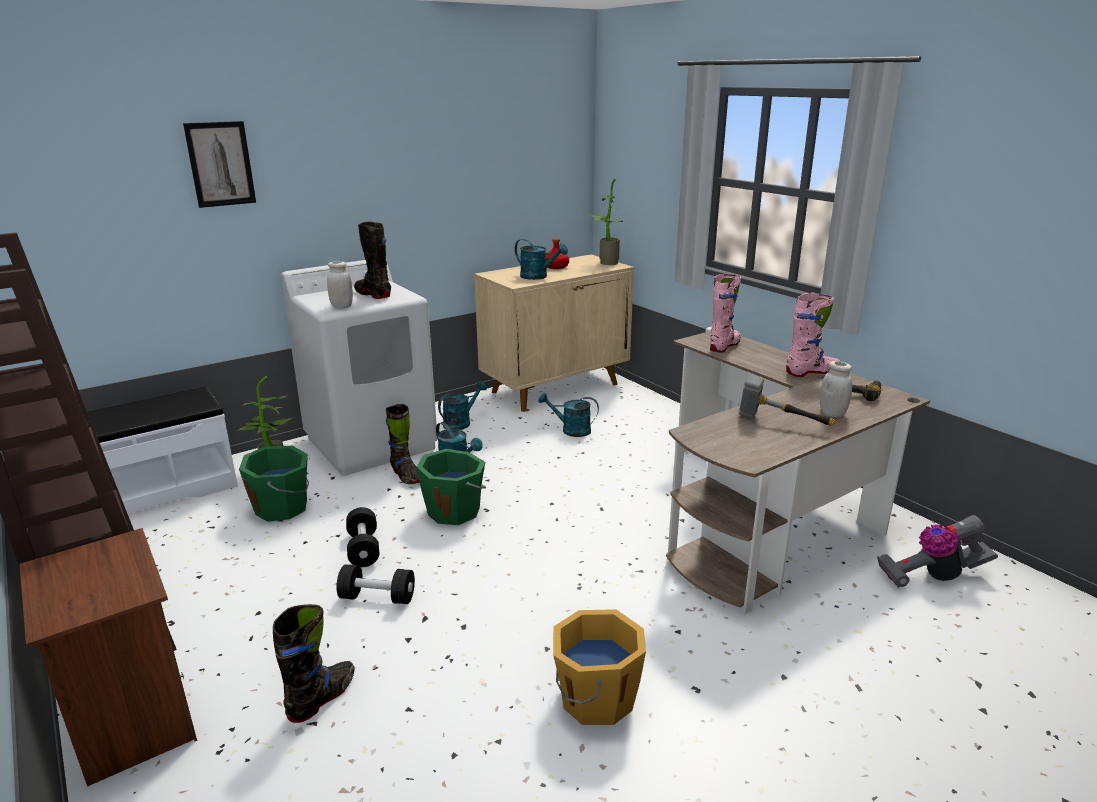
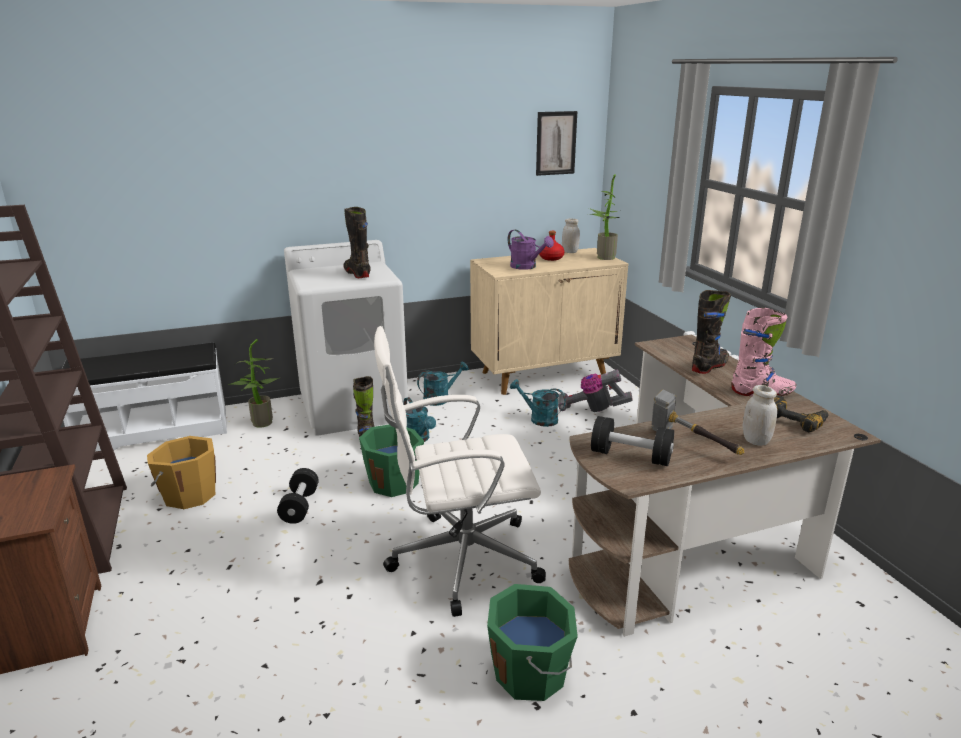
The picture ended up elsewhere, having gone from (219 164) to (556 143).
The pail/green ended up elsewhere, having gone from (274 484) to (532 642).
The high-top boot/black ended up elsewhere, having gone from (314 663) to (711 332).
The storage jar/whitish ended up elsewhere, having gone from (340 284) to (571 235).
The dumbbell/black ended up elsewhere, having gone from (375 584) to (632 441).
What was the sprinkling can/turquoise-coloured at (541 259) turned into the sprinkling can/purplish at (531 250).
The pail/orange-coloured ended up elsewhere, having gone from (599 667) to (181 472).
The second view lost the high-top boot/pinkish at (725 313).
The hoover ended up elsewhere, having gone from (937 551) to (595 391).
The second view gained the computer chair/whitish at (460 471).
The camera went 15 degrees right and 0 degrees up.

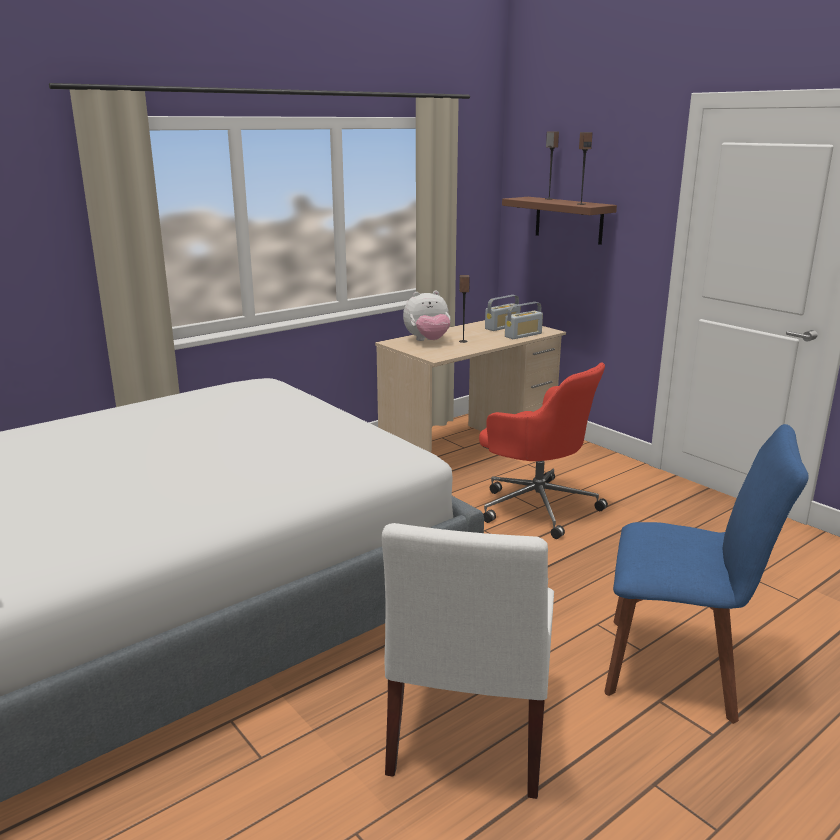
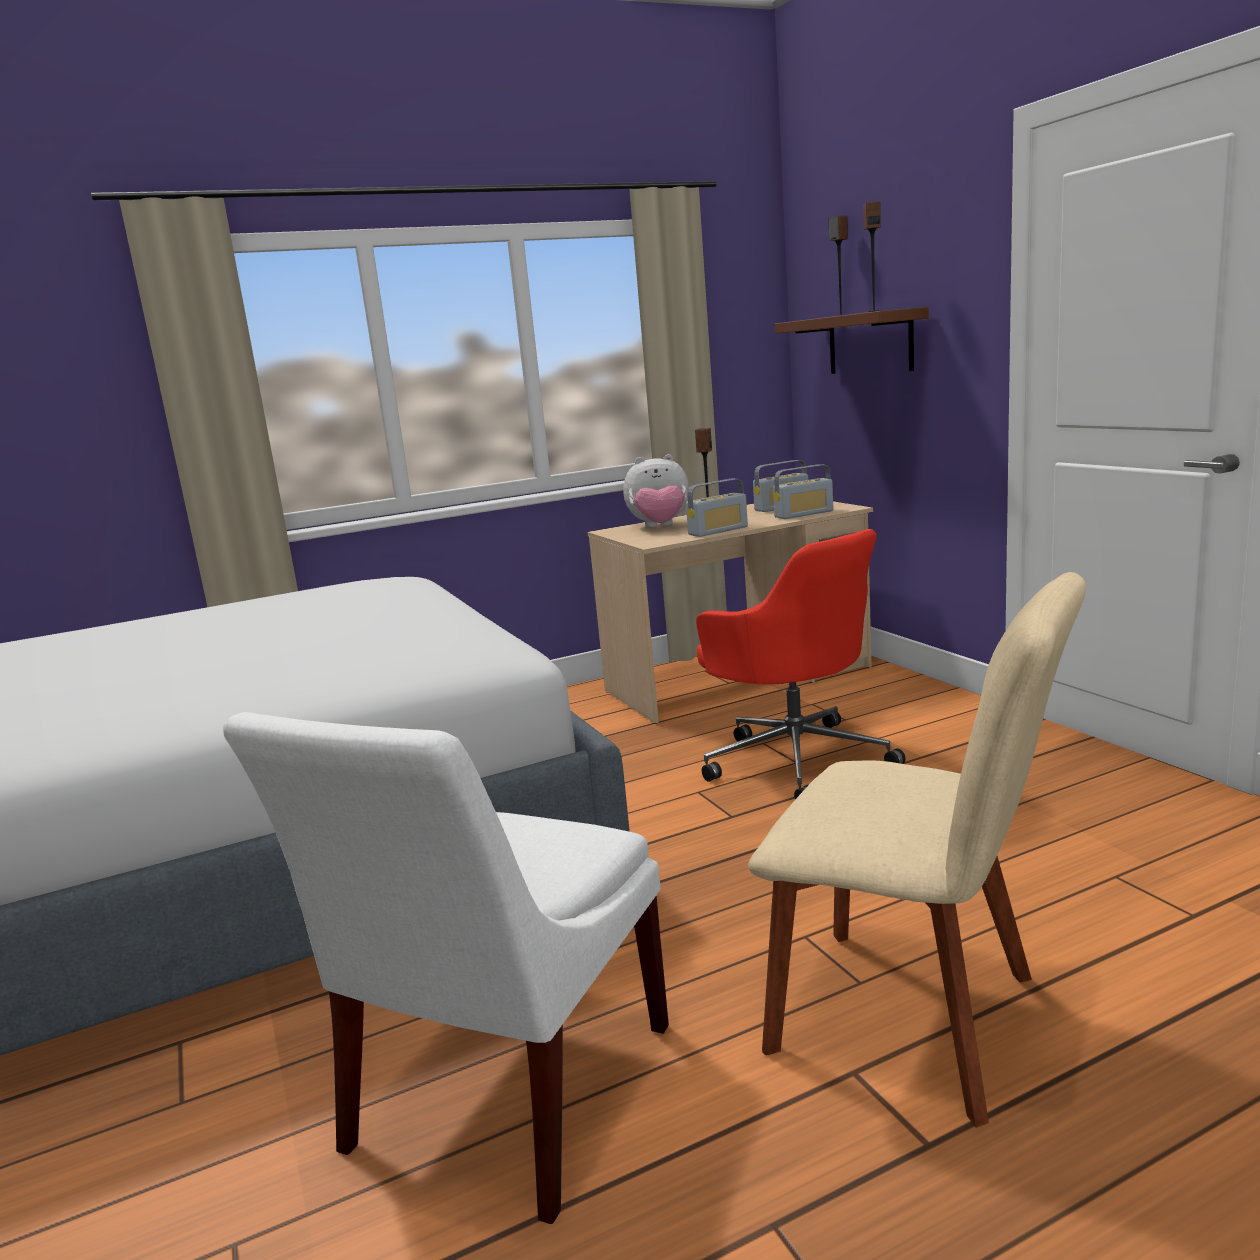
What was the chair/blue-coloured at (706 574) turned into the chair/beige-coloured at (917 850).
The second view gained the radio set at (717 508).
The camera went 15 degrees right and 5 degrees down.

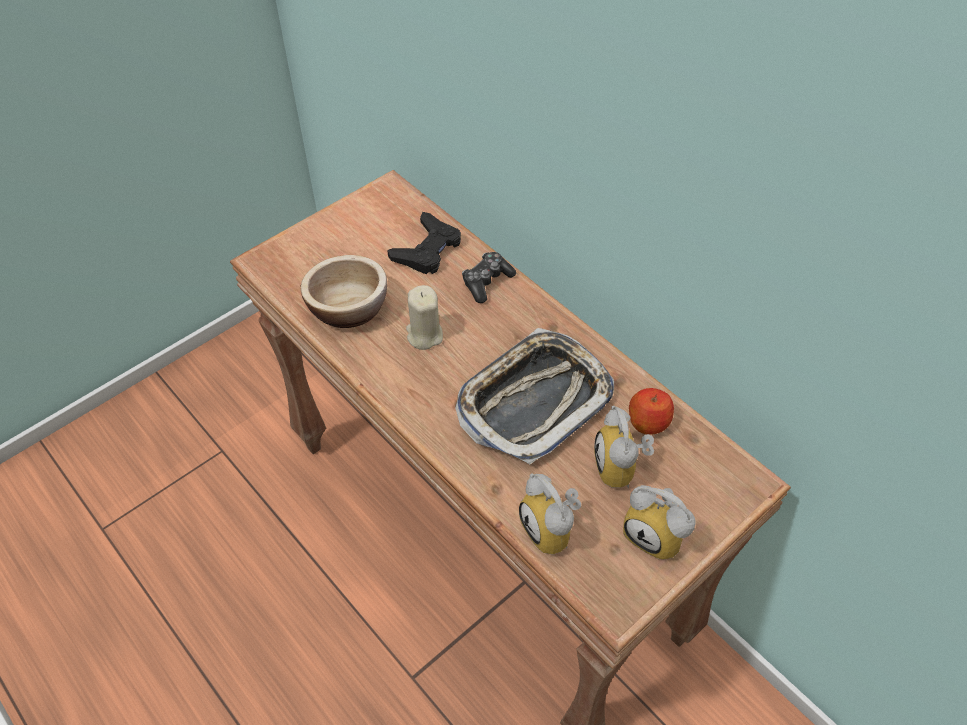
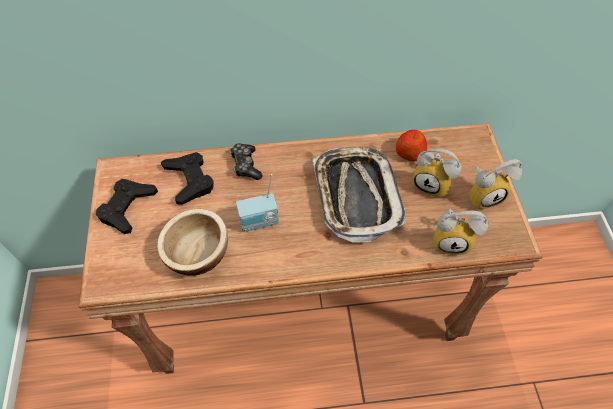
Where the wax candle/beige-coloured stood at (424 317), the radio set came to stand at (257 203).
The second view gained the gamepad/black at (127 206).
The camera went 55 degrees left and 5 degrees up.

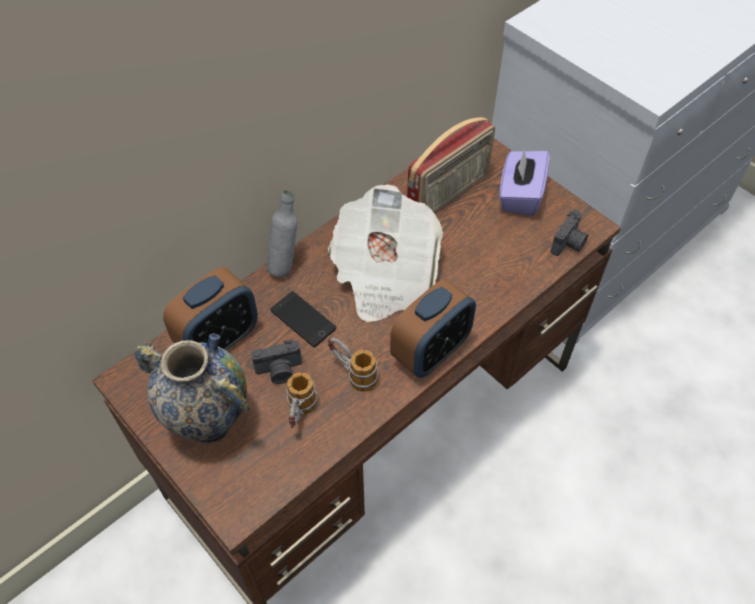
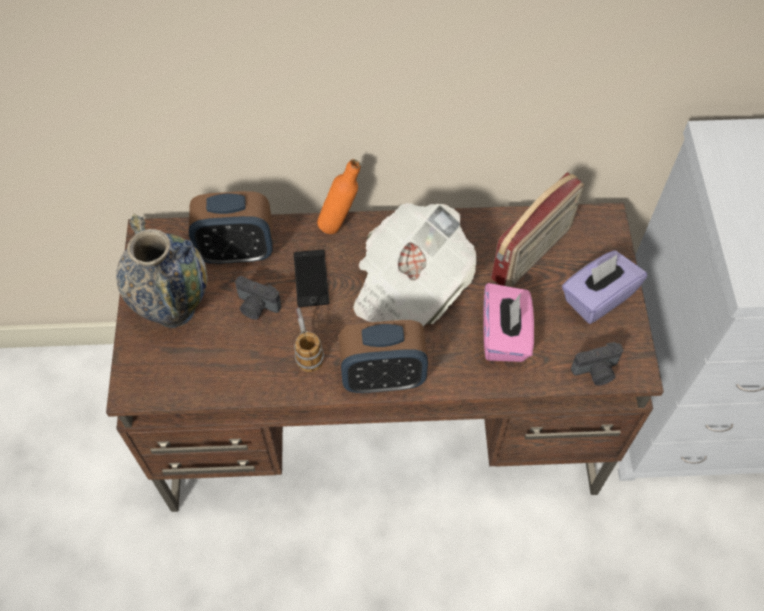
What was the bottle/greyish at (282 234) turned into the bottle/orange-coloured at (338 196).
The second view lost the mug at (301 400).
The radio set at (451 164) ended up facing another way, 45 degrees counterclockwise from before.
The second view gained the tissue box/pinkish at (508 322).
The camera went 40 degrees right and 5 degrees up.

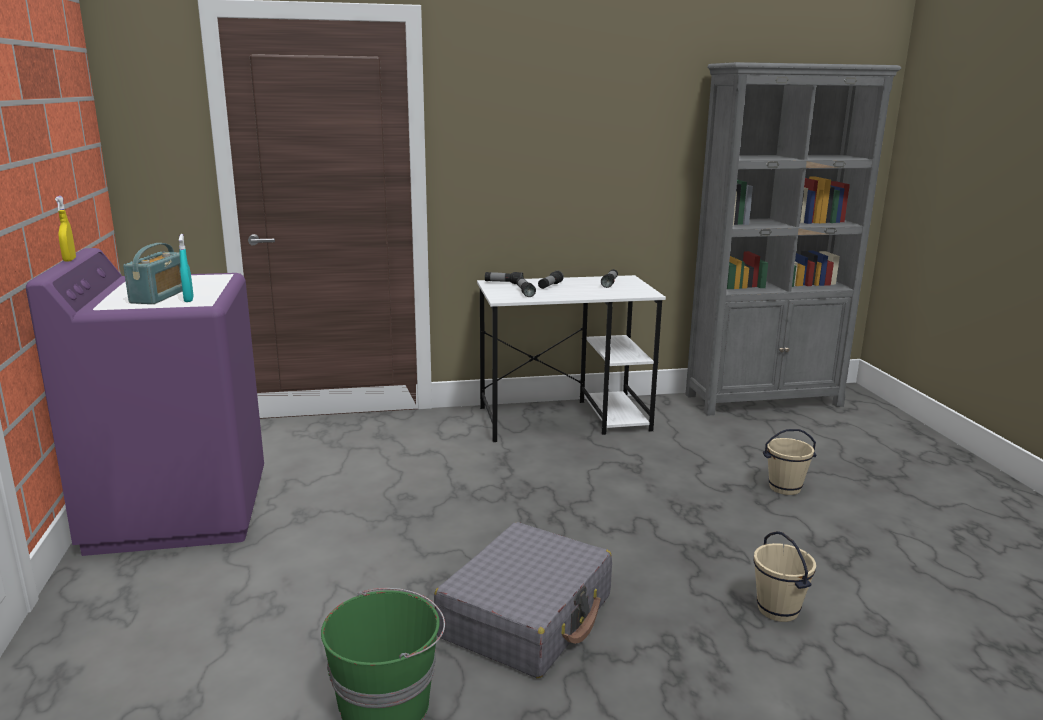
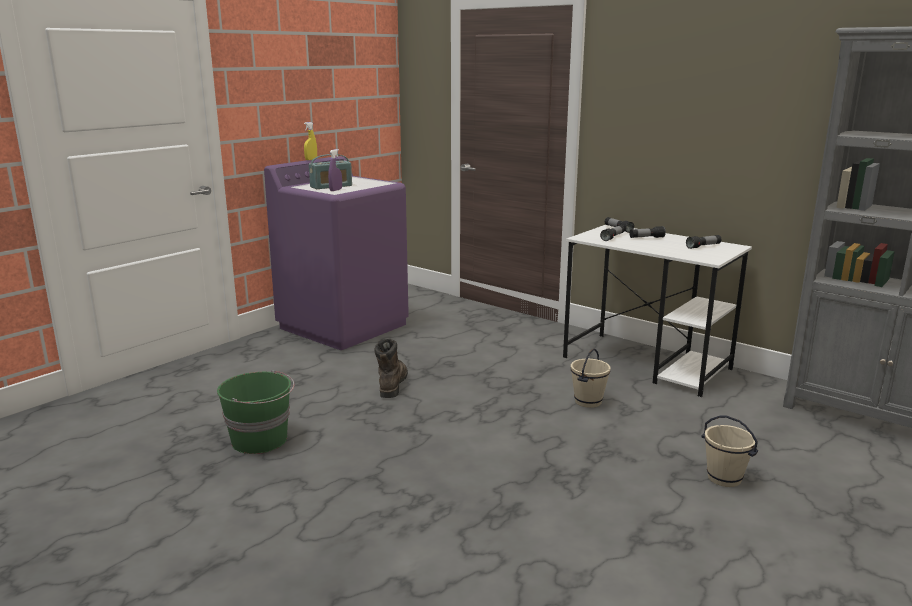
What was the sprayer/turquoise-coloured at (186 268) turned into the sprayer/purplish at (335 170).
The second view lost the travel case/greyish at (523 600).
The pail/beige-coloured ended up elsewhere, having gone from (785 576) to (591 378).
The second view gained the high-top boot/brown at (391 368).
The camera went 50 degrees right and 0 degrees up.

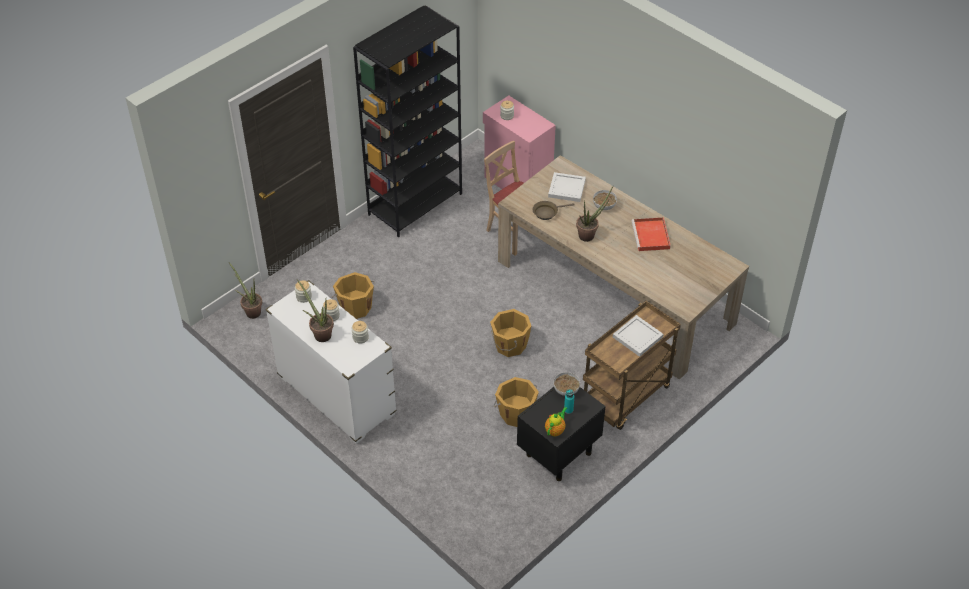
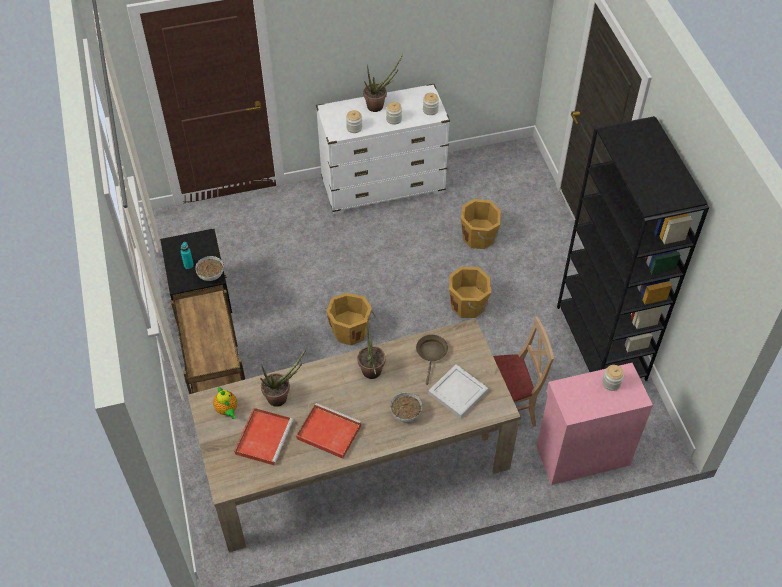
The potted plant ended up elsewhere, having gone from (245 291) to (283 378).
The pail/orange-coloured ended up elsewhere, having gone from (516 402) to (470 292).
The tea pot ended up elsewhere, having gone from (556 422) to (225 402).
The second view lost the tray/whitish at (638 336).
The second view gained the tray/red at (263 437).
The camera went 120 degrees right and 5 degrees up.

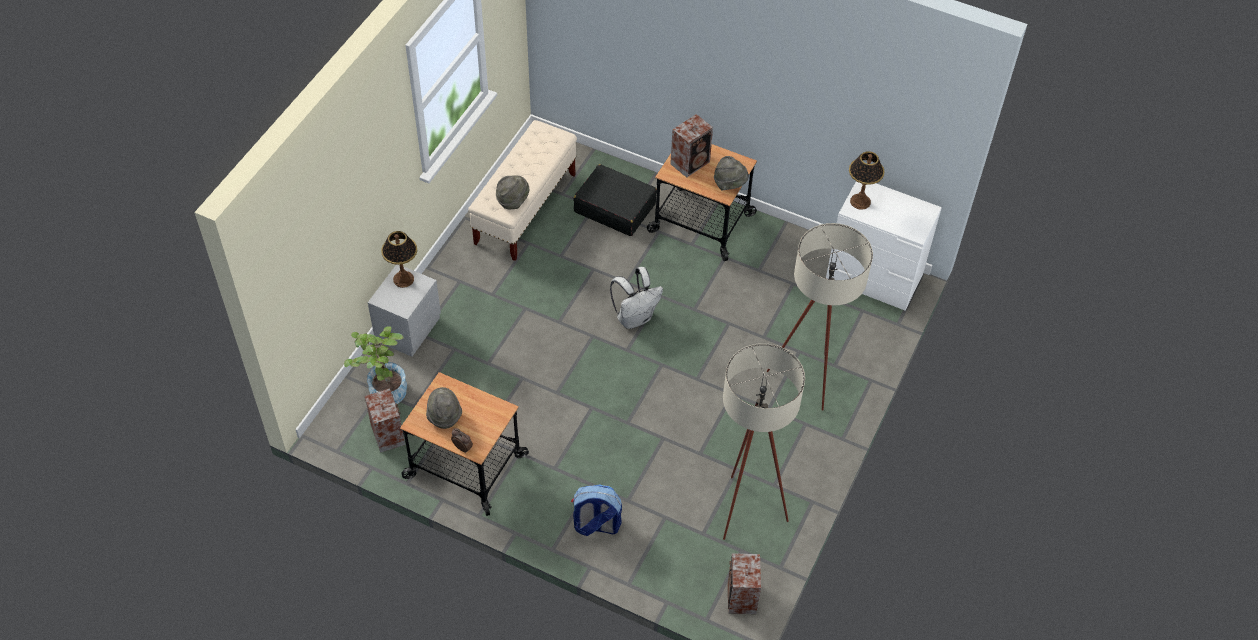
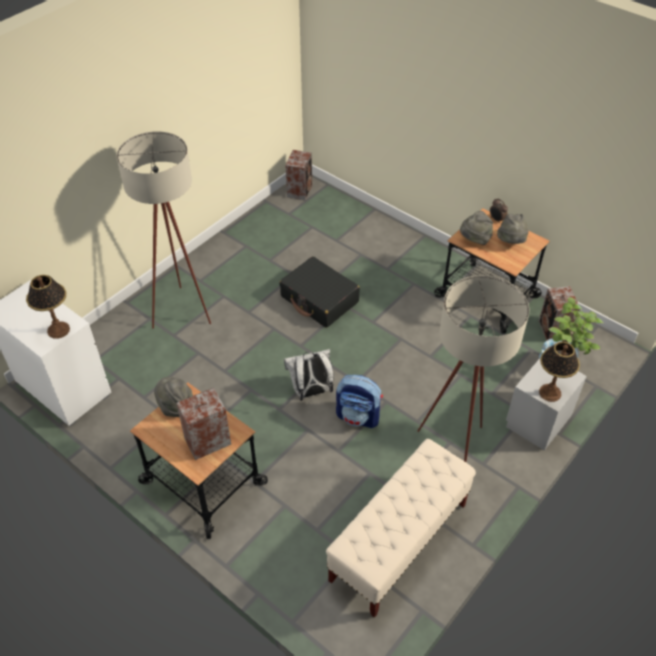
The clothing hat/greyish ended up elsewhere, having gone from (512 192) to (476 228).
The rucksack ended up elsewhere, having gone from (596 510) to (359 401).
The travel case/black ended up elsewhere, having gone from (615 200) to (319 292).
The floor lamp/beige-coloured ended up elsewhere, having gone from (764 441) to (473 368).
The camera went 165 degrees left and 5 degrees down.

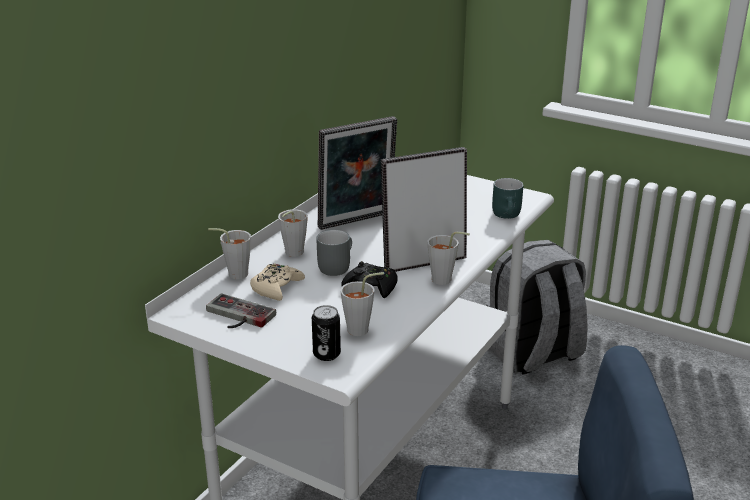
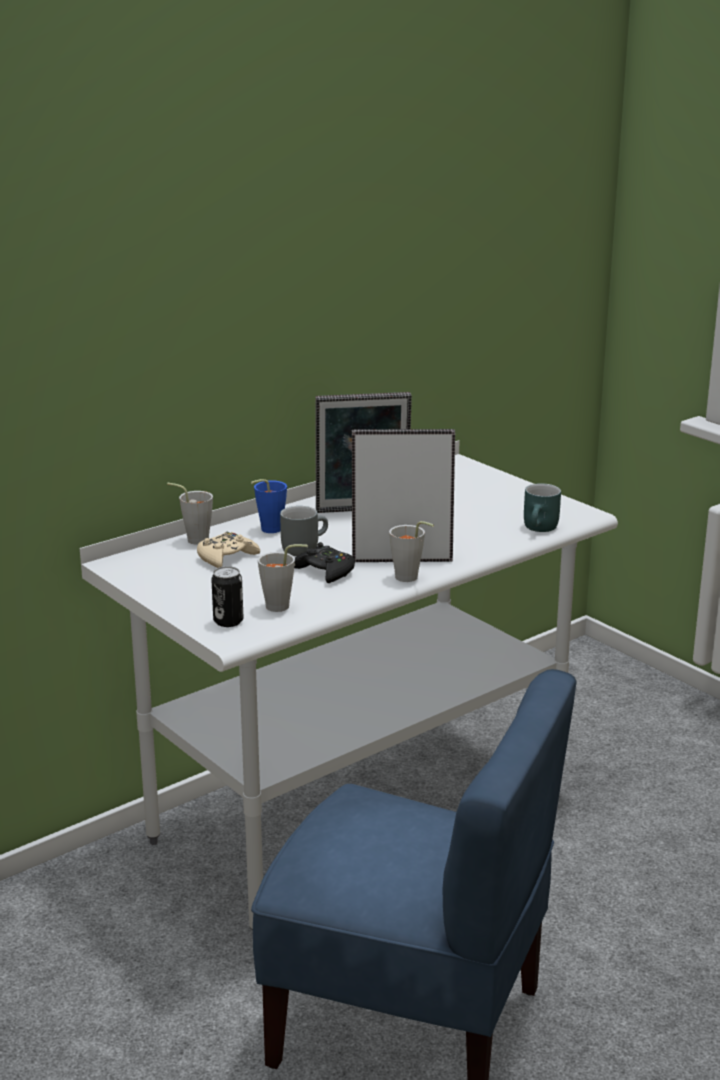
The second view lost the gamepad at (241 310).
What was the drinking cup/greyish at (293 233) turned into the drinking cup/blue-coloured at (269 506).
The second view lost the rucksack/greyish at (537 307).
The camera went 20 degrees right and 5 degrees down.

